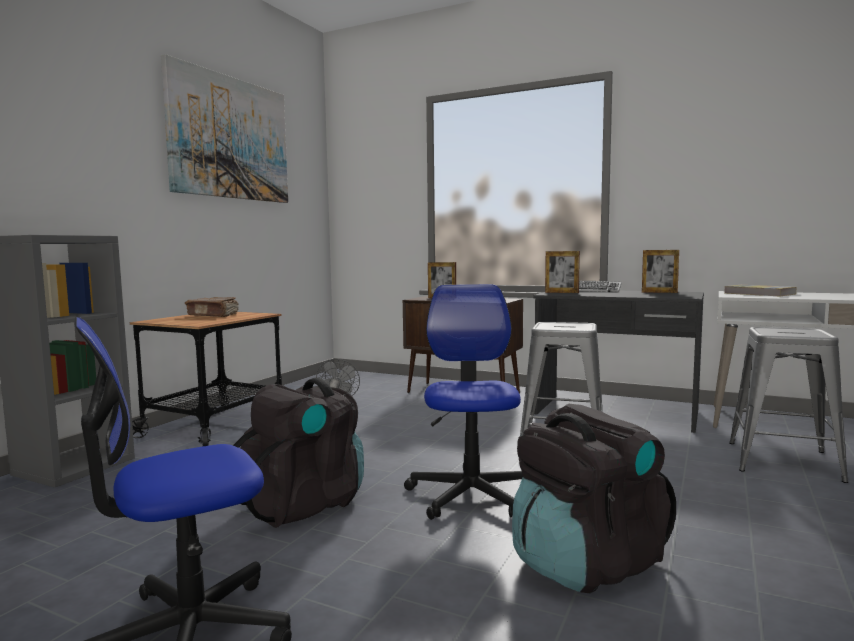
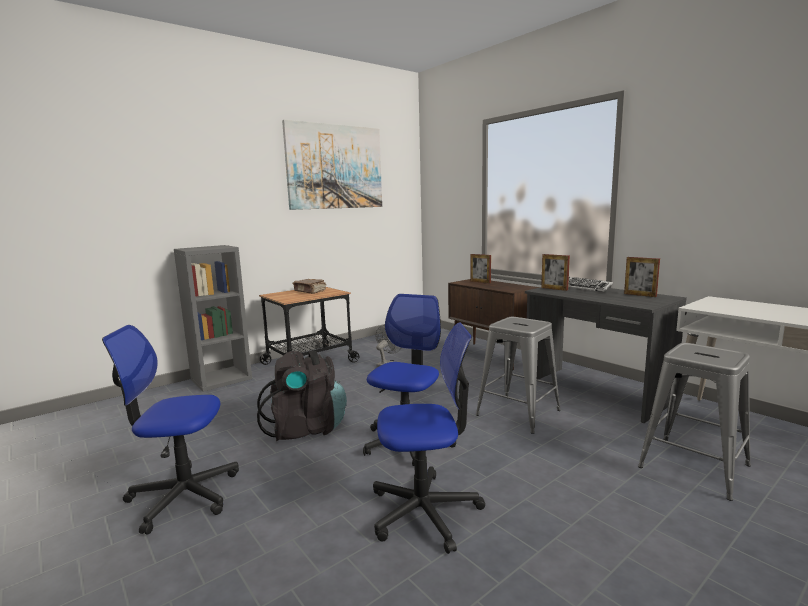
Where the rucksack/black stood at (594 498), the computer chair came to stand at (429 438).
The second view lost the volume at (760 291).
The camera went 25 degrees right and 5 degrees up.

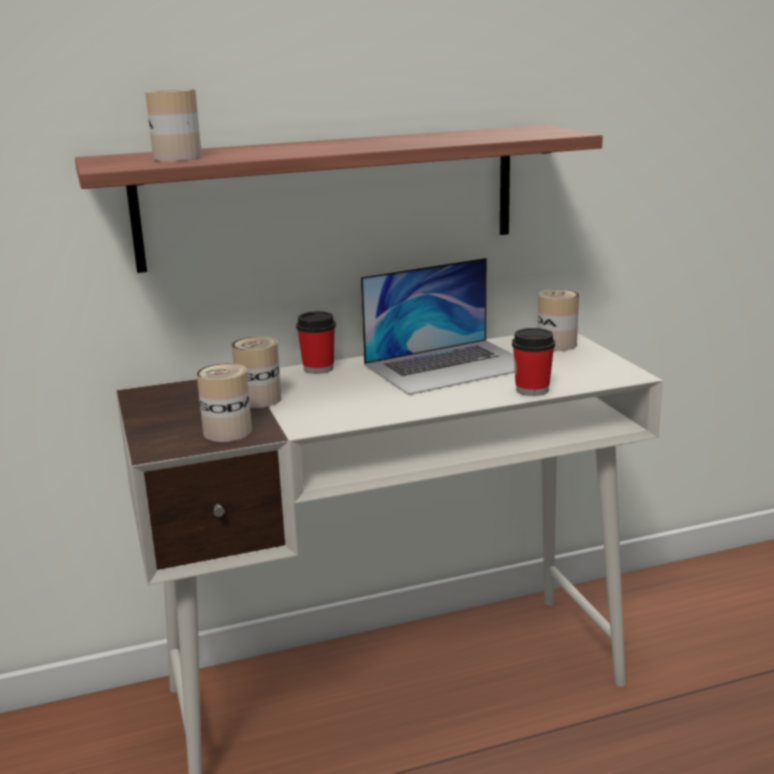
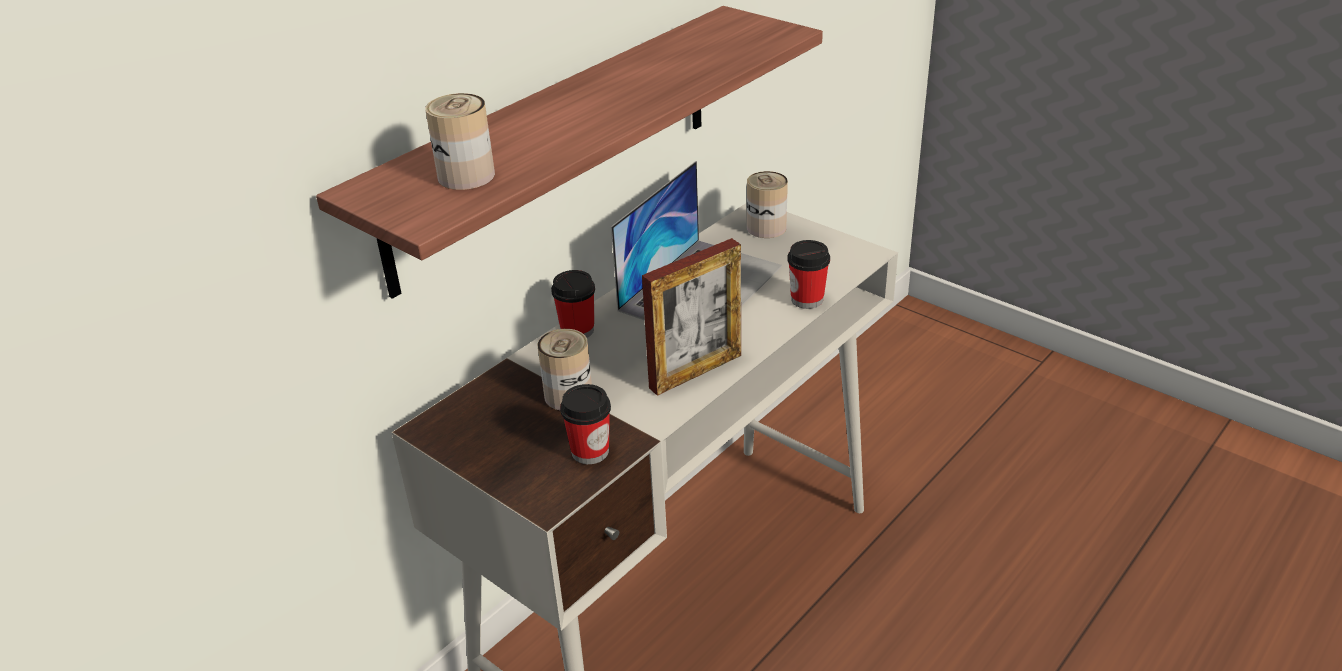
Where the can stood at (224 402), the drinking cup came to stand at (585 424).
The second view gained the standing frame at (691 317).
The camera went 30 degrees left and 15 degrees up.

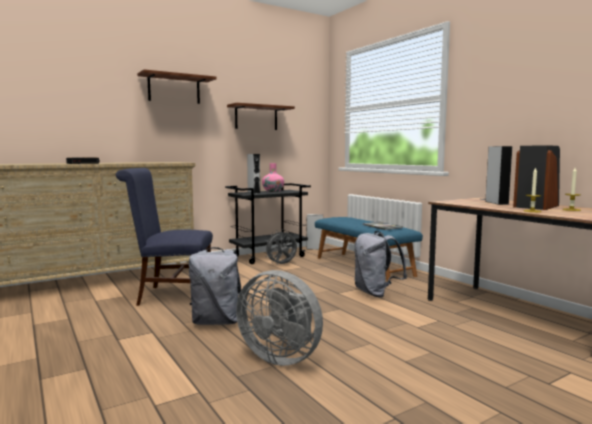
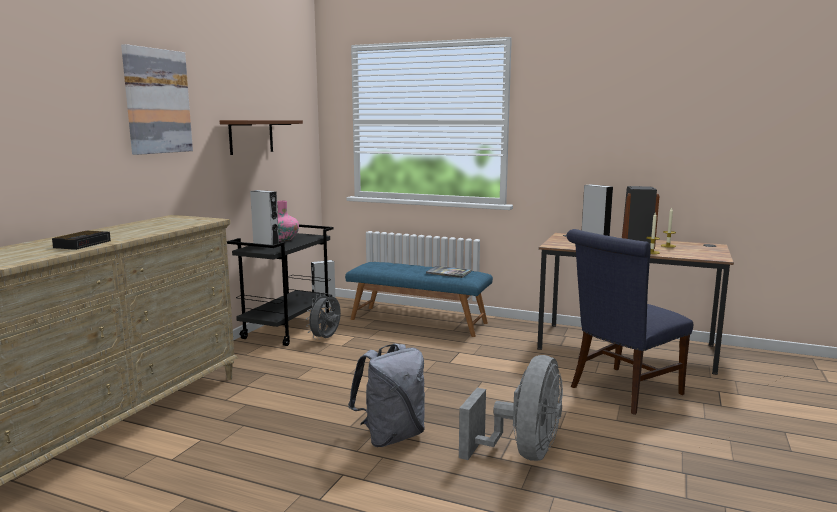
The chair/blue-coloured ended up elsewhere, having gone from (164 237) to (630 322).
Where the shelf/brown hung at (176 86), the picture came to hang at (157 99).
The cooling fan/greyish at (279 318) ended up facing another way, 60 degrees counterclockwise from before.
The second view lost the rucksack/greyish at (380 264).
The camera went 35 degrees left and 5 degrees up.

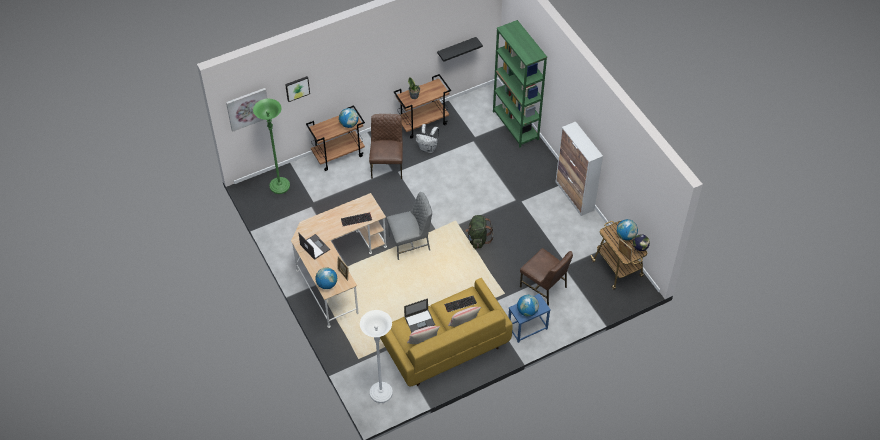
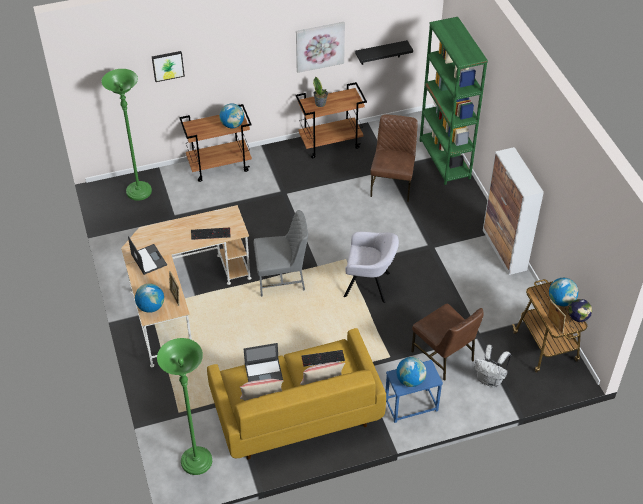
The picture ended up elsewhere, having gone from (247 110) to (320 47).
What was the floor lamp/whitish at (376 356) turned into the floor lamp/green at (184 406).
The chair/brown ended up elsewhere, having gone from (386 146) to (394 158).
The rucksack/whitish ended up elsewhere, having gone from (427 138) to (492 366).
Where the rucksack/green stood at (479 232), the armchair/greyish came to stand at (371 267).
The camera went 10 degrees right and 5 degrees down.

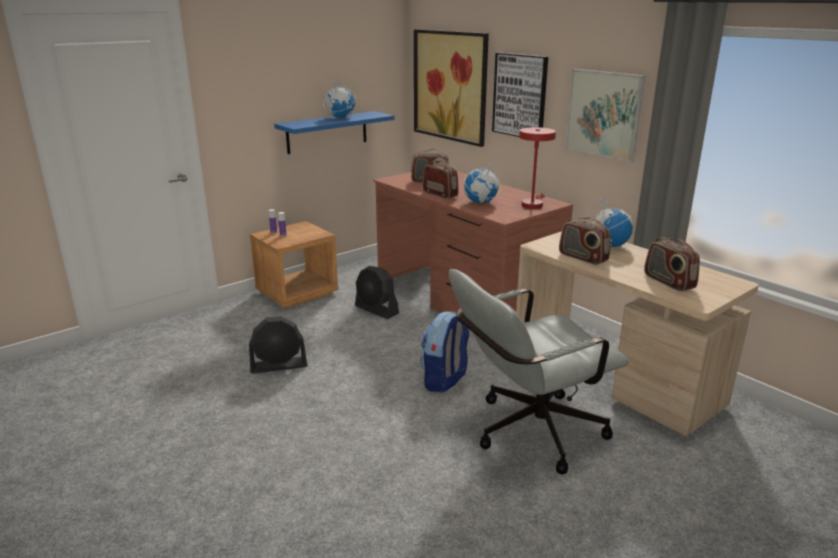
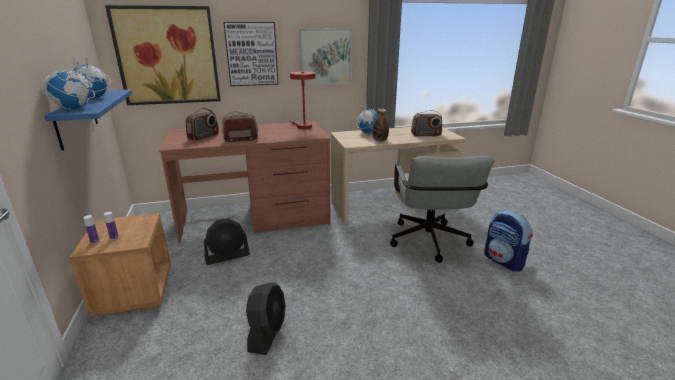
The rucksack ended up elsewhere, having gone from (445 351) to (508 240).
The desk globe ended up elsewhere, having gone from (482 182) to (70 83).
Where the radio set stood at (584 241), the bottle came to stand at (380 125).
The camera went 65 degrees left and 0 degrees up.

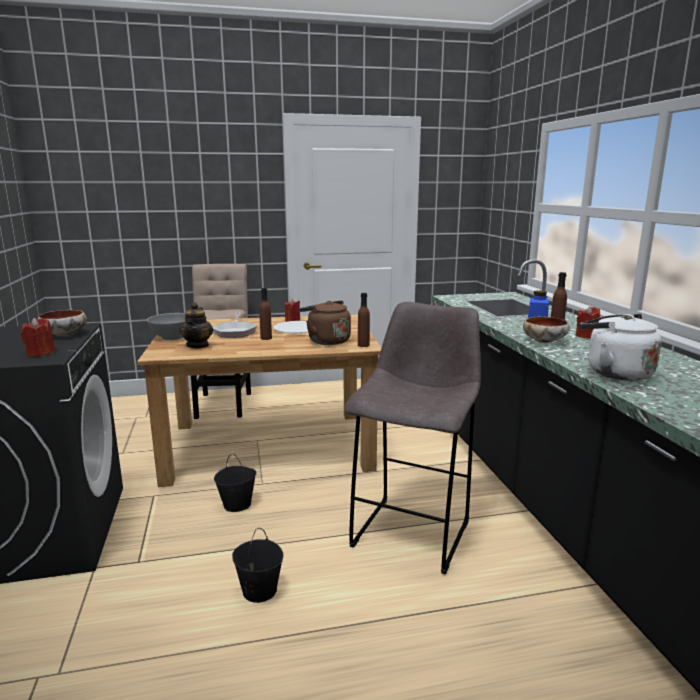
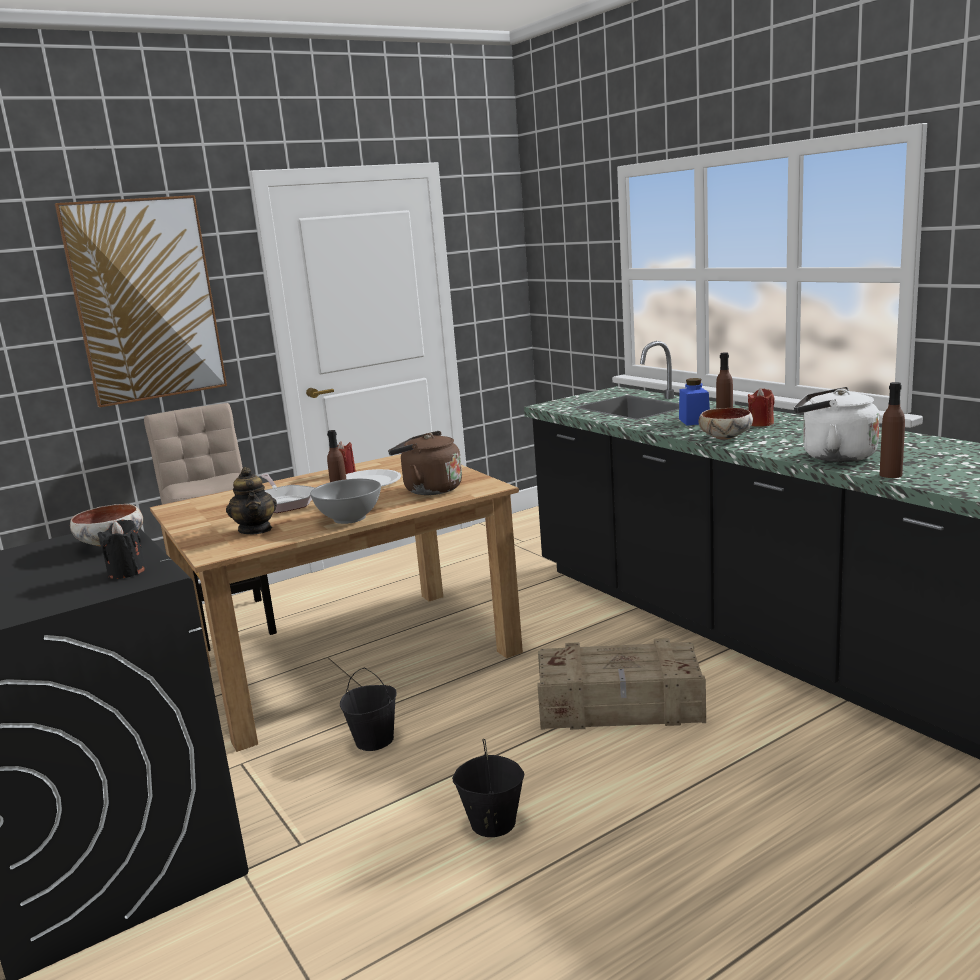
What was the wax candle/red at (38 337) turned into the wax candle/black at (122 549).
The deep dish/greyish ended up elsewhere, having gone from (166 326) to (345 501).
Where the sitting stool/greyish stood at (412 438), the packing crate came to stand at (622 684).
The bottle/brown ended up elsewhere, having gone from (364 320) to (892 430).
The second view gained the picture at (141 301).
The camera went 20 degrees left and 0 degrees up.

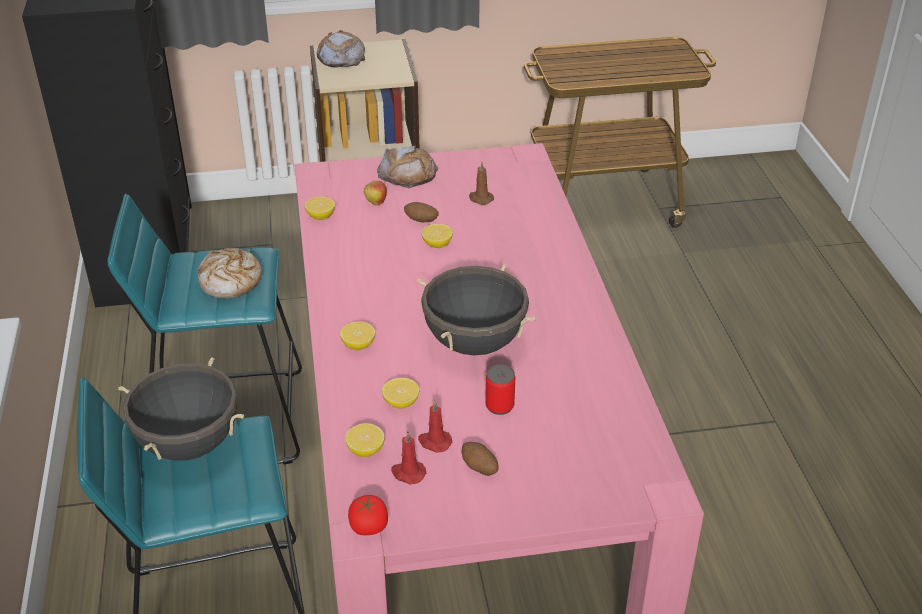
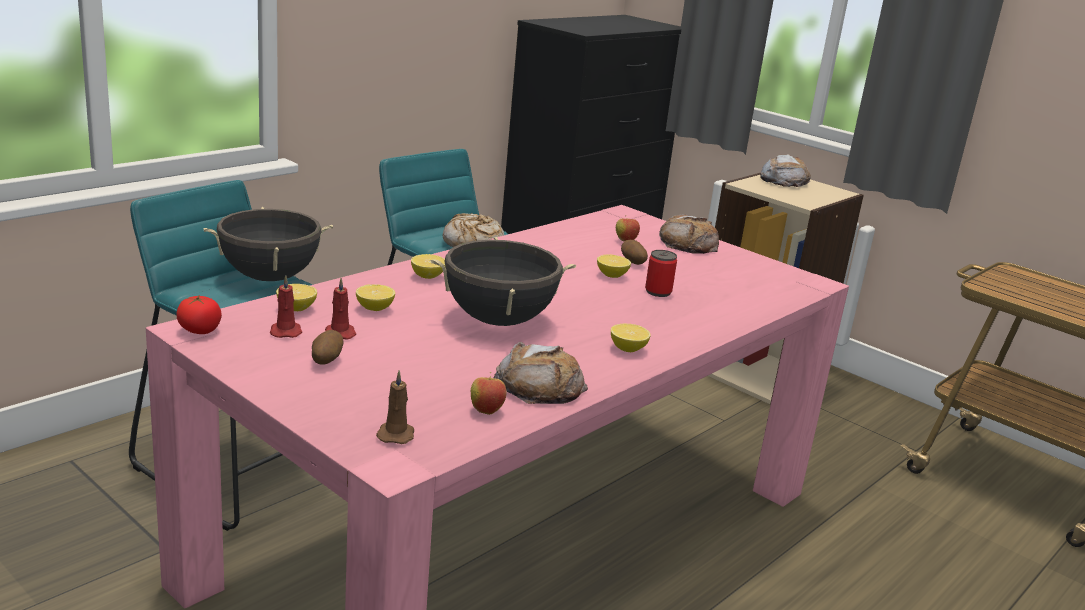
The whole lemon ended up elsewhere, having gone from (320 208) to (631 338).
The wax candle/brown ended up elsewhere, having gone from (481 183) to (395 407).
The can ended up elsewhere, having gone from (500 389) to (661 273).
The second view gained the whole apple at (489 393).
The second view gained the bread at (541 373).
The camera went 50 degrees right and 15 degrees down.

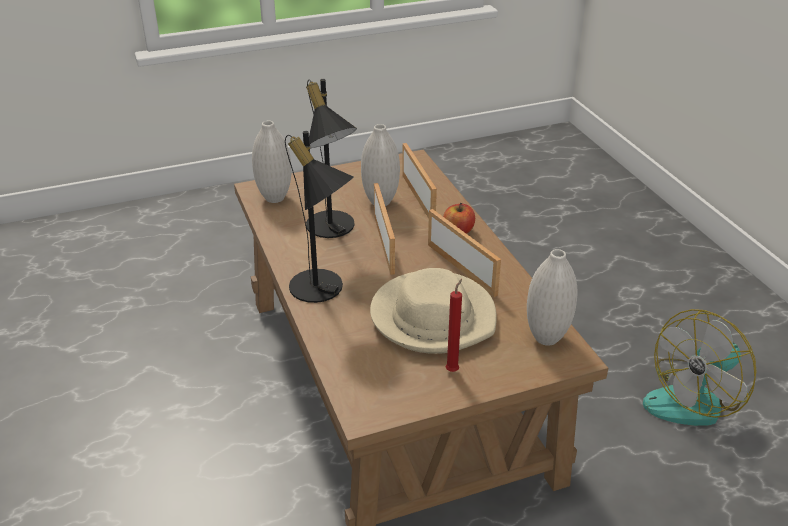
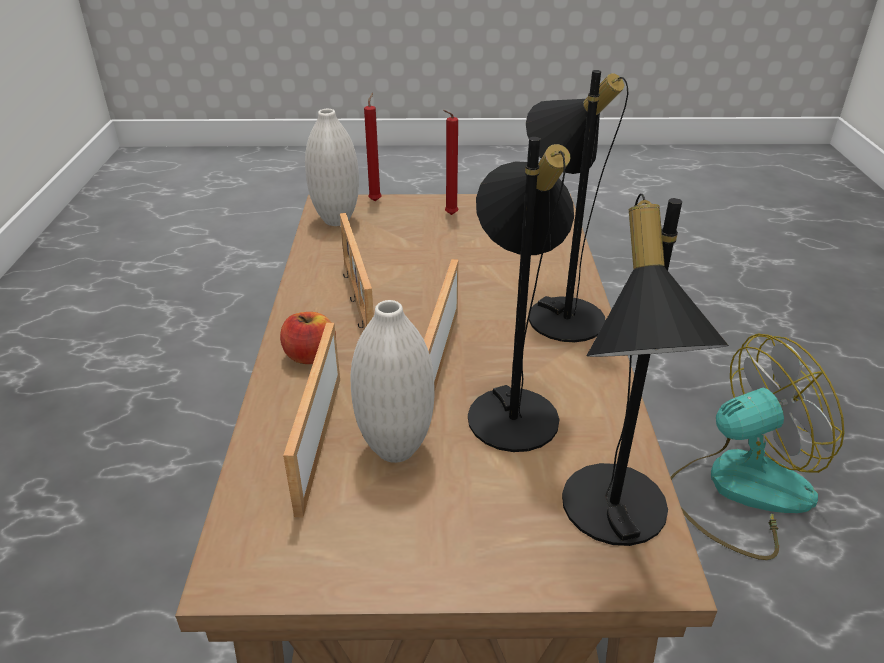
Where the vase/whitish stood at (271 162), the lamp for a table/black came to stand at (645 369).
The second view lost the clothing hat/beige-coloured at (433 311).
The cooling fan ended up elsewhere, having gone from (700 367) to (758 447).
The second view gained the wax candle/red at (373 146).
The camera went 160 degrees left and 0 degrees up.

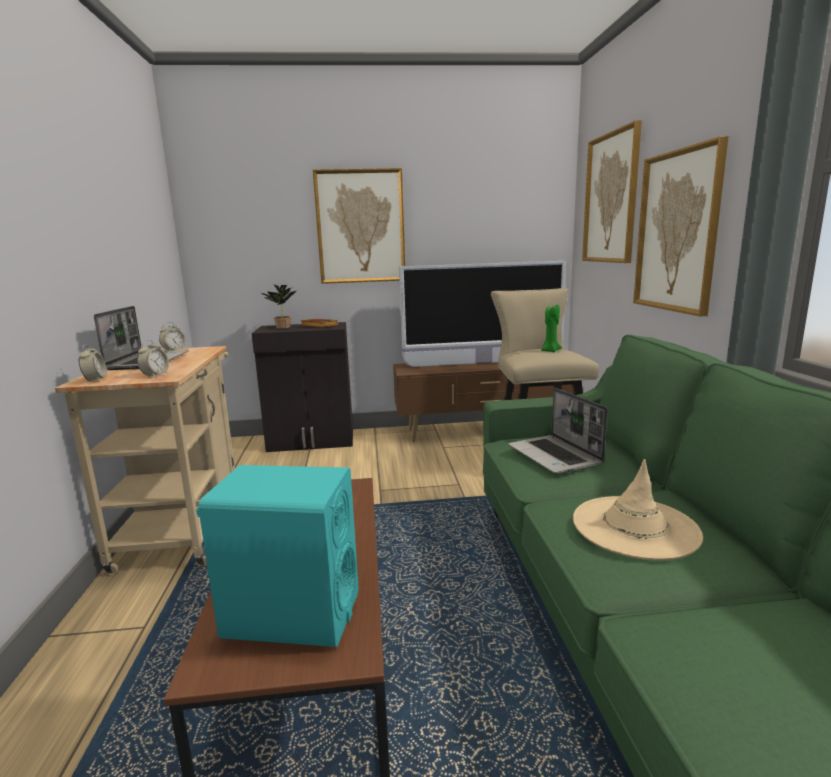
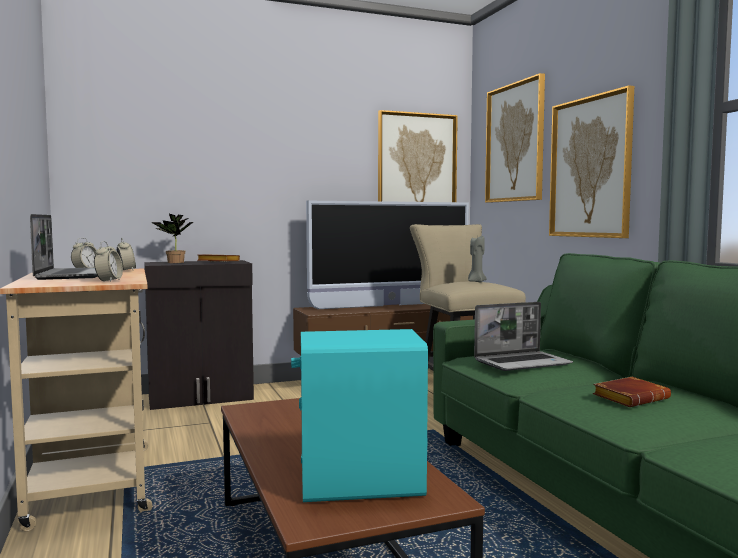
The alarm clock ended up elsewhere, having gone from (93 363) to (126 254).
The picture ended up elsewhere, having gone from (359 226) to (418 156).
The notebook computer at (558 431) ended up facing another way, 75 degrees counterclockwise from before.
What was the wax candle/green at (551 328) turned into the wax candle/greyish at (477 258).
Where the clothing hat/beige-coloured stood at (638 509), the volume/brown came to stand at (632 392).
The camera went 15 degrees left and 10 degrees down.

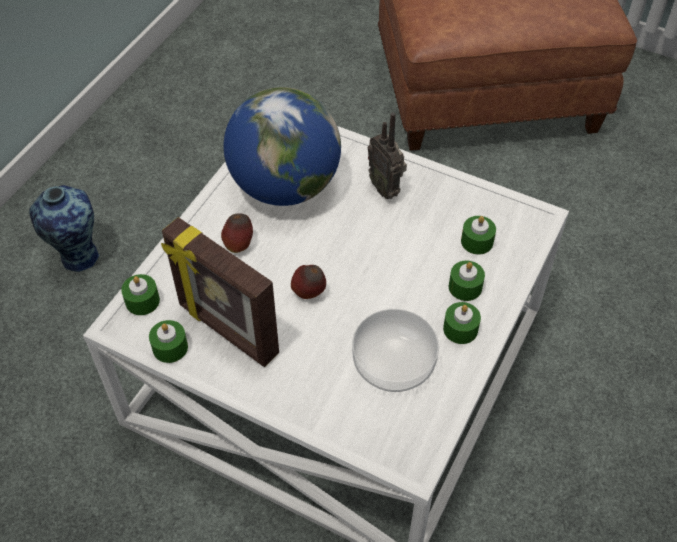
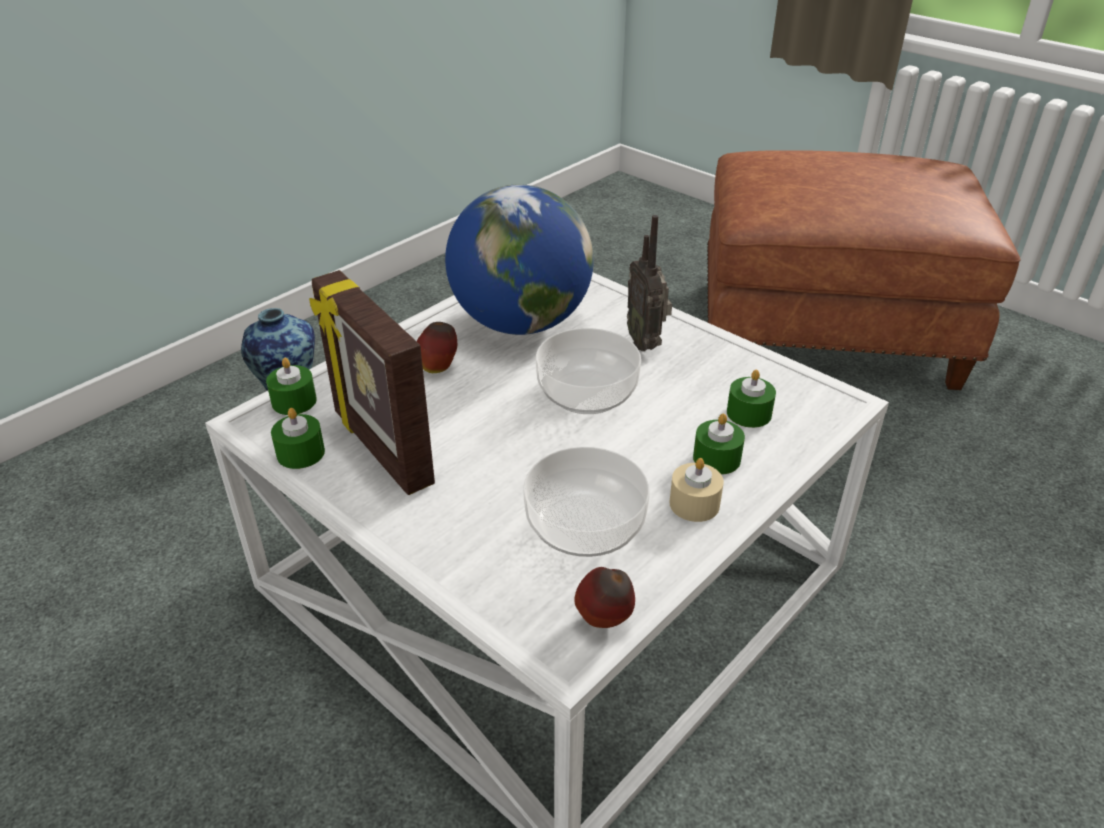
The whole apple ended up elsewhere, having gone from (308 282) to (604 597).
What was the wax candle/green at (462 323) turned into the wax candle/beige-coloured at (696 490).
The second view gained the deep dish at (588 371).
The camera went 15 degrees right and 15 degrees down.

